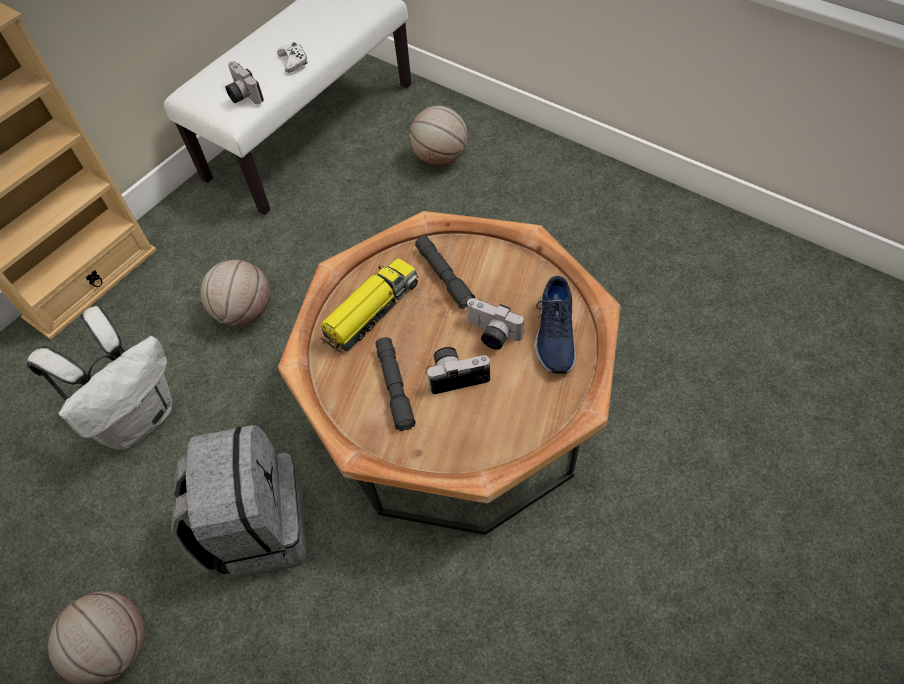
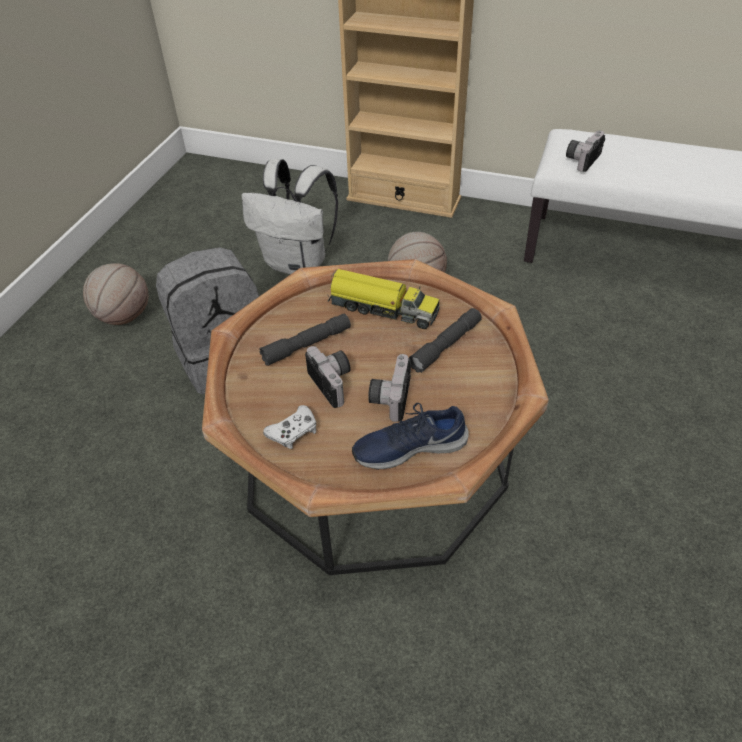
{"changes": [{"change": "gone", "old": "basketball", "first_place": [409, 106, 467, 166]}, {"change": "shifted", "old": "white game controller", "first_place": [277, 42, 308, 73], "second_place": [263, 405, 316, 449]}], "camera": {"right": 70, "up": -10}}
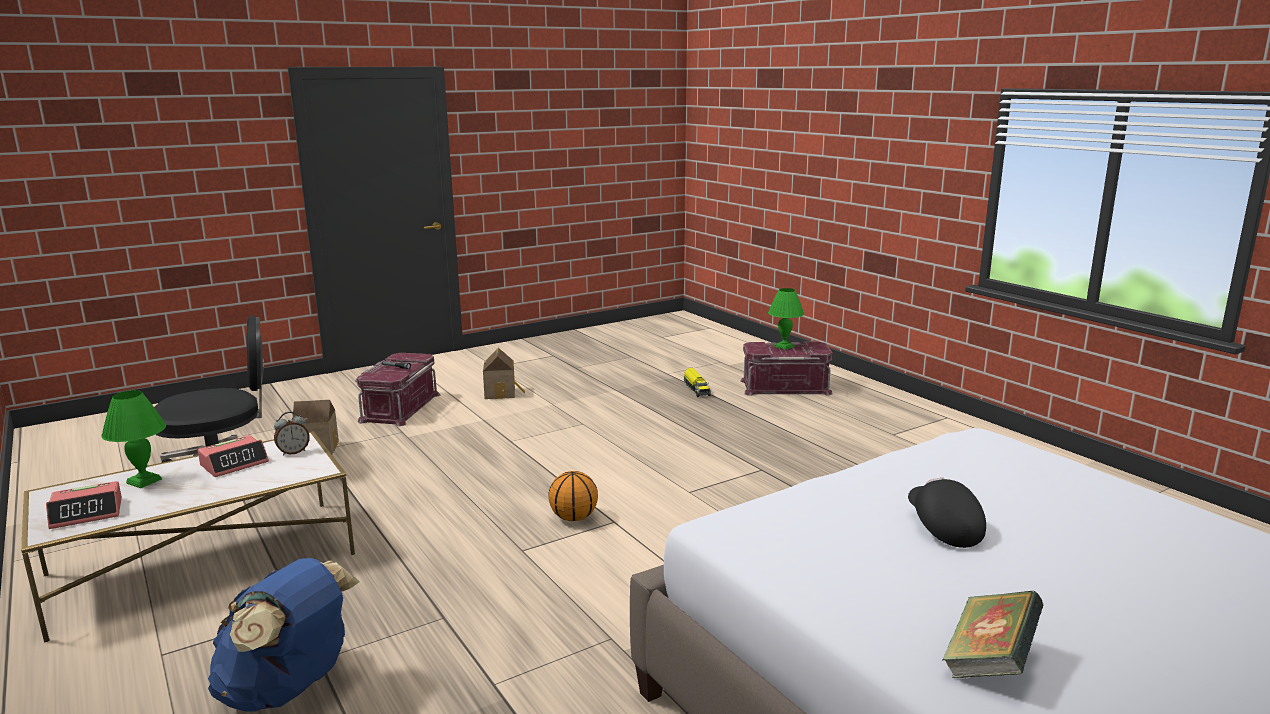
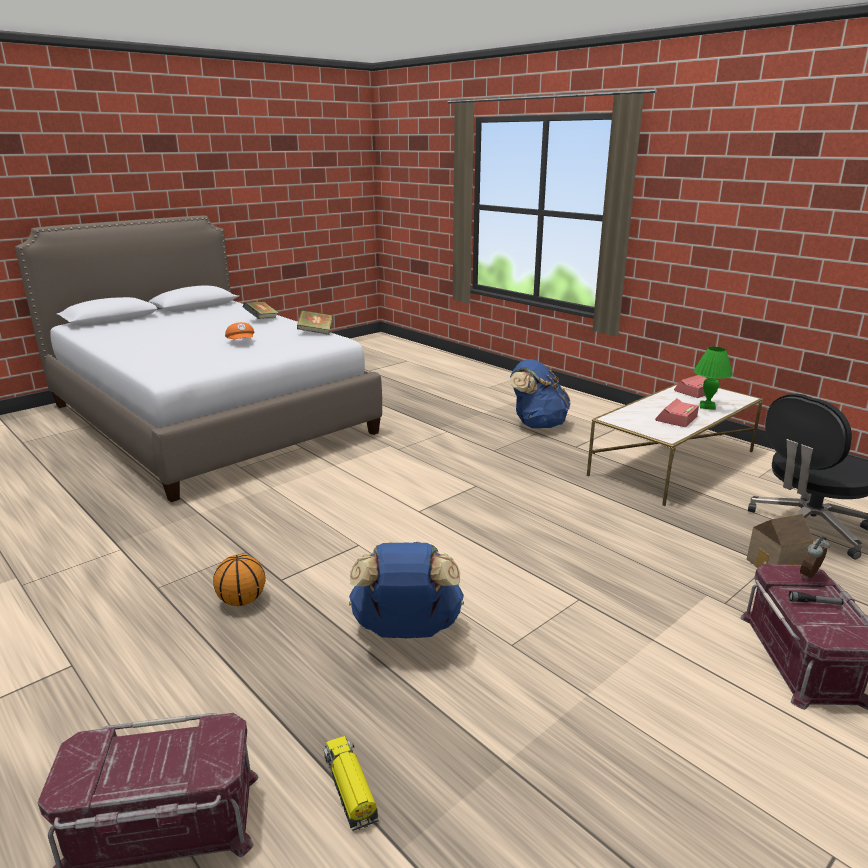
{"changes": [{"change": "gone", "old": "toy house", "first_place": [483, 348, 525, 399]}, {"change": "gone", "old": "green table lamp", "first_place": [768, 288, 804, 350]}, {"change": "new", "new": "book", "second_place": [297, 310, 333, 335]}, {"change": "new", "new": "blue backpack", "second_place": [349, 542, 464, 638]}, {"change": "shifted", "old": "alarm clock", "first_place": [274, 412, 310, 456], "second_place": [800, 536, 830, 579]}, {"change": "shifted", "old": "basketball", "first_place": [548, 471, 598, 521], "second_place": [213, 554, 265, 606]}, {"change": "repainted", "old": "black cap", "new": "orange cap", "first_place": [908, 477, 986, 548], "second_place": [225, 322, 254, 339]}], "camera": {"right": 170, "up": 5}}
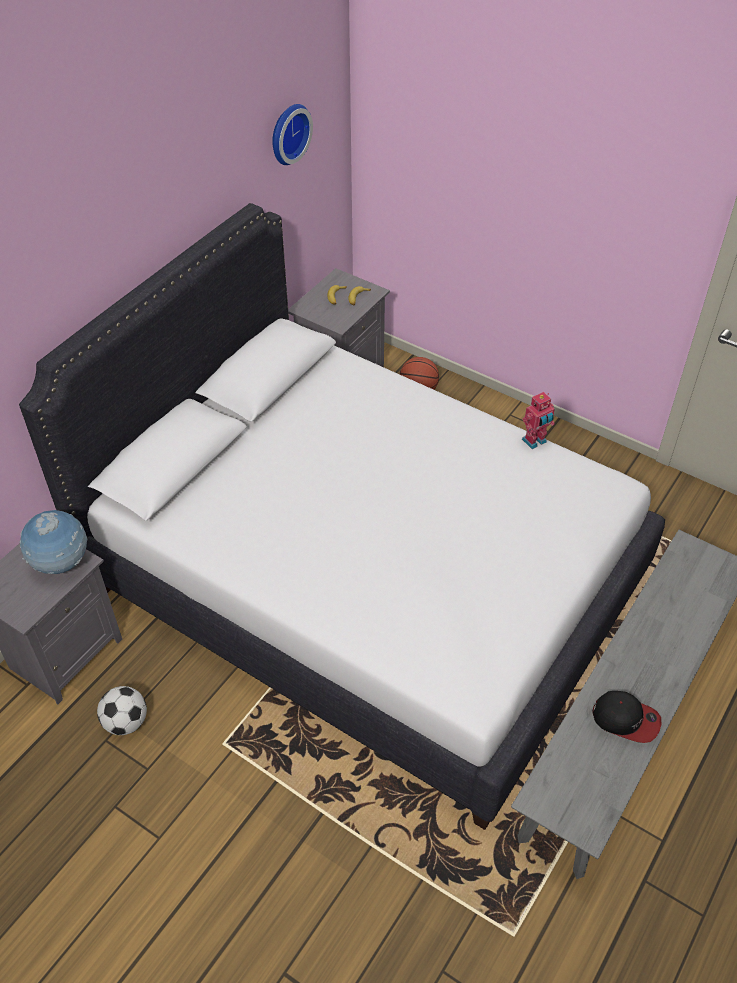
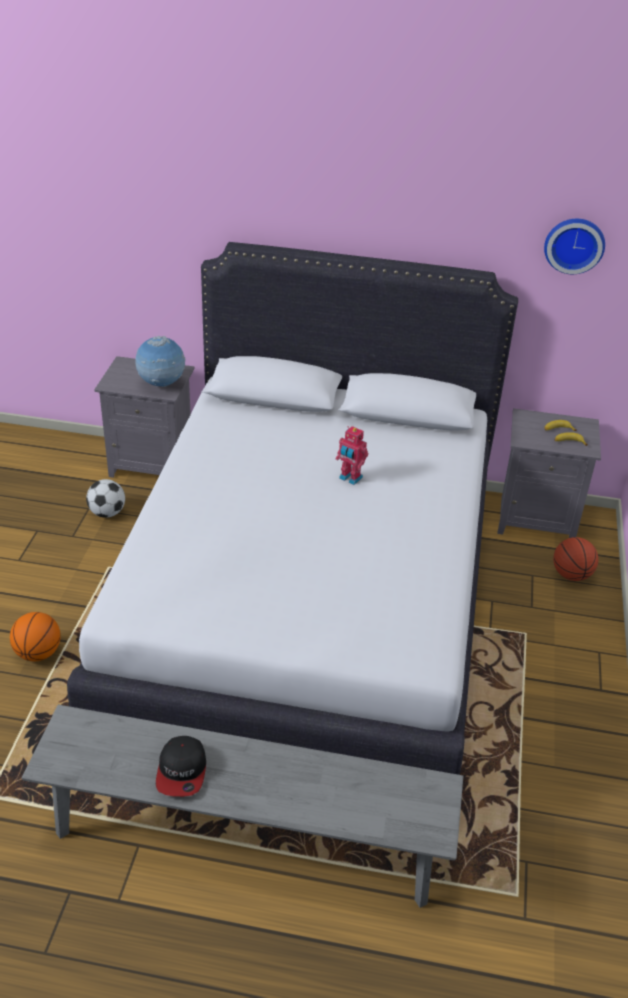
{"changes": [{"change": "new", "new": "basketball", "second_place": [10, 612, 61, 661]}, {"change": "shifted", "old": "toy robot", "first_place": [522, 392, 555, 449], "second_place": [336, 426, 368, 485]}], "camera": {"right": 65, "up": -10}}
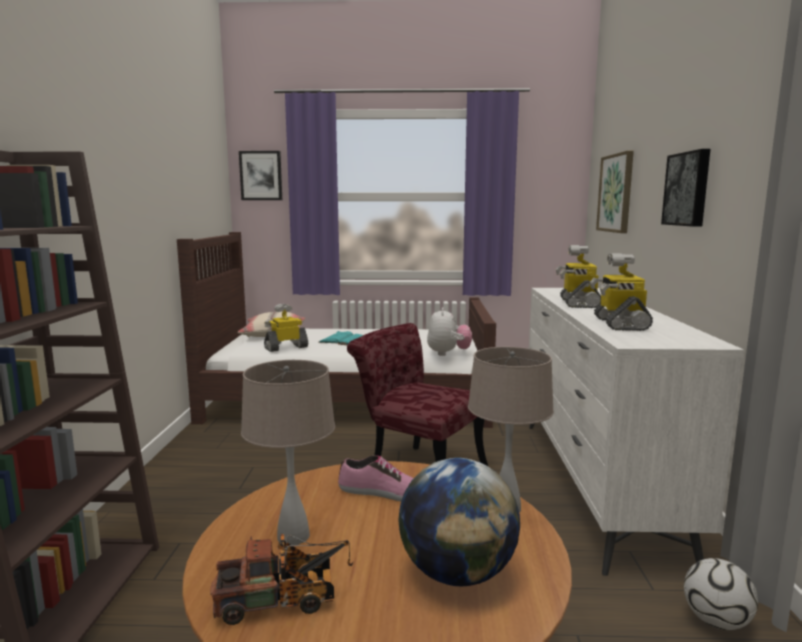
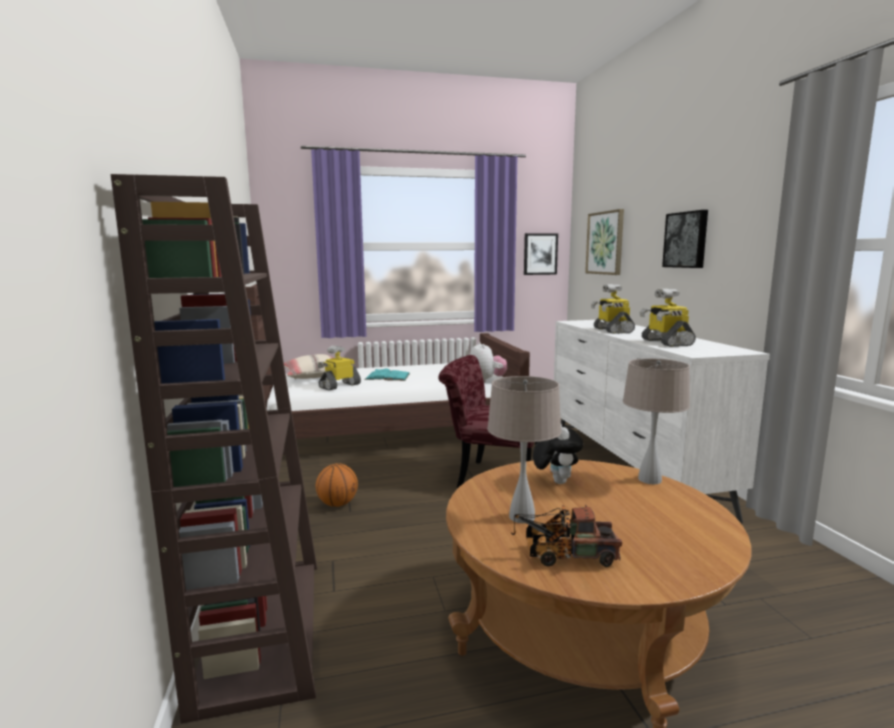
{"changes": [{"change": "gone", "old": "globe", "first_place": [398, 458, 520, 587]}, {"change": "gone", "old": "football", "first_place": [684, 558, 758, 630]}, {"change": "new", "new": "basketball", "second_place": [316, 464, 358, 507]}, {"change": "shifted", "old": "picture", "first_place": [239, 151, 282, 200], "second_place": [524, 233, 558, 275]}, {"change": "swapped", "old": "shoe", "new": "plush toy", "first_place": [338, 455, 413, 502], "second_place": [533, 424, 583, 484]}, {"change": "rotated", "old": "toy truck", "first_place": [210, 534, 353, 625], "second_place": [511, 505, 622, 567], "degrees": -150}], "camera": {"right": -15, "up": 0}}
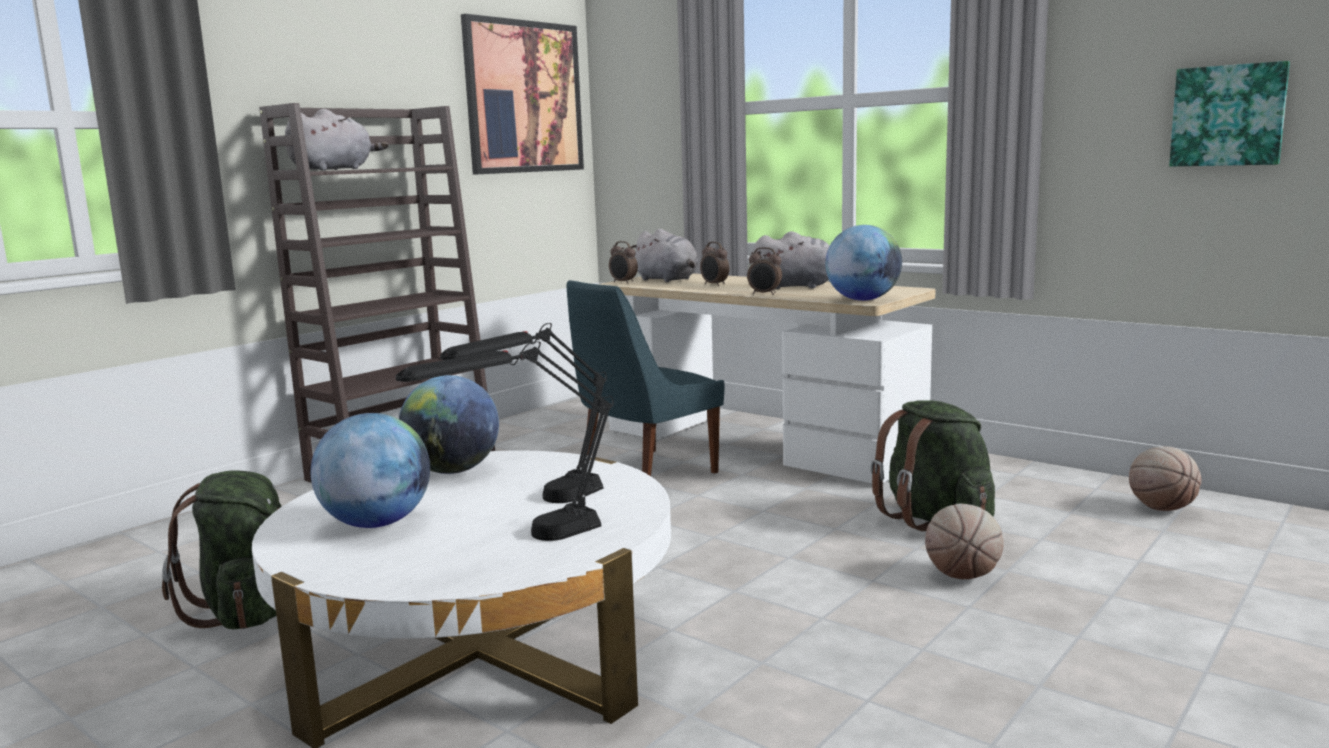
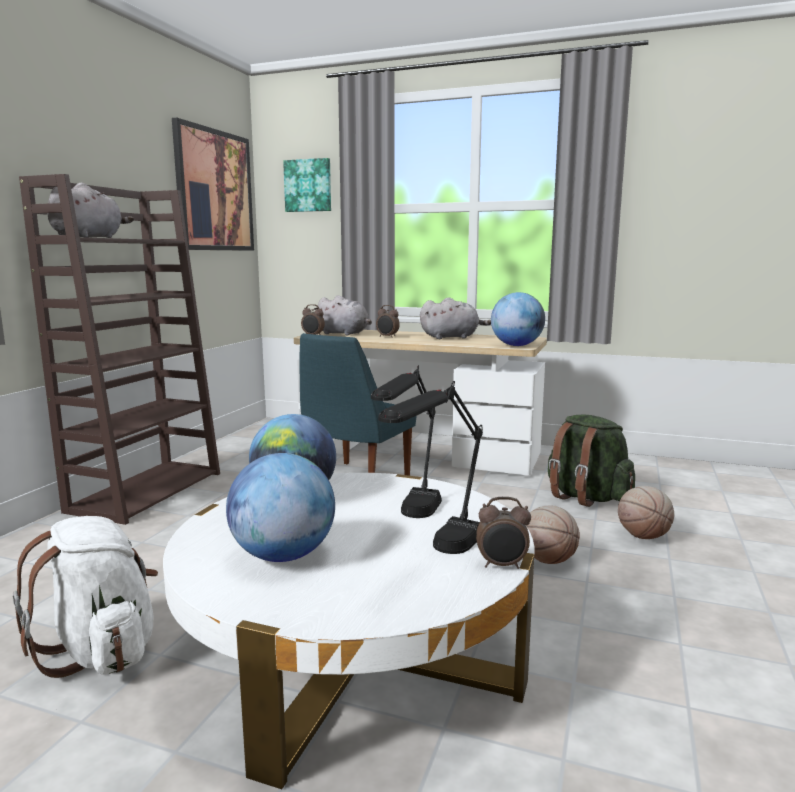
{"changes": [{"change": "shifted", "old": "alarm clock", "first_place": [747, 247, 782, 295], "second_place": [476, 497, 531, 569]}, {"change": "shifted", "old": "basketball", "first_place": [1129, 446, 1202, 511], "second_place": [526, 505, 580, 564]}, {"change": "shifted", "old": "picture", "first_place": [1169, 61, 1290, 166], "second_place": [283, 158, 331, 212]}, {"change": "repainted", "old": "green backpack", "new": "white backpack", "first_place": [162, 470, 282, 629], "second_place": [13, 516, 158, 678]}], "camera": {"right": -20, "up": 0}}
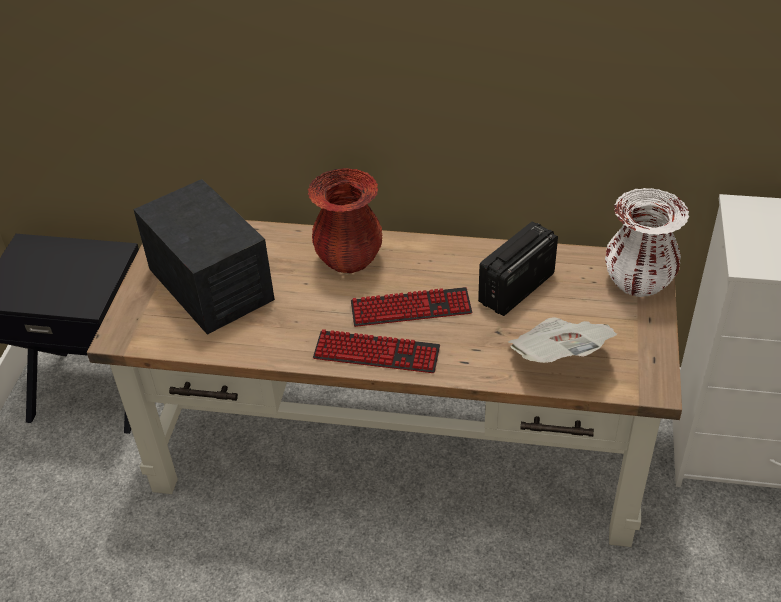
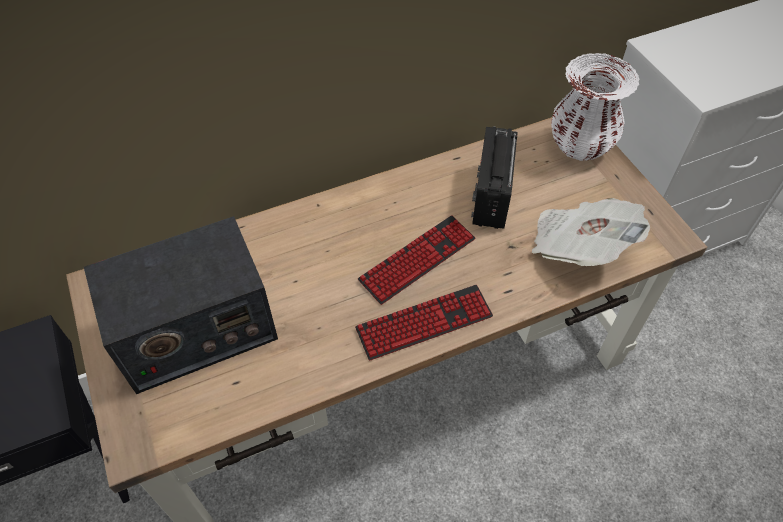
{"changes": [{"change": "gone", "old": "red vase", "first_place": [308, 168, 382, 273]}, {"change": "rotated", "old": "radio", "first_place": [133, 179, 275, 335], "second_place": [84, 216, 278, 394], "degrees": 135}], "camera": {"right": -35, "up": 10}}
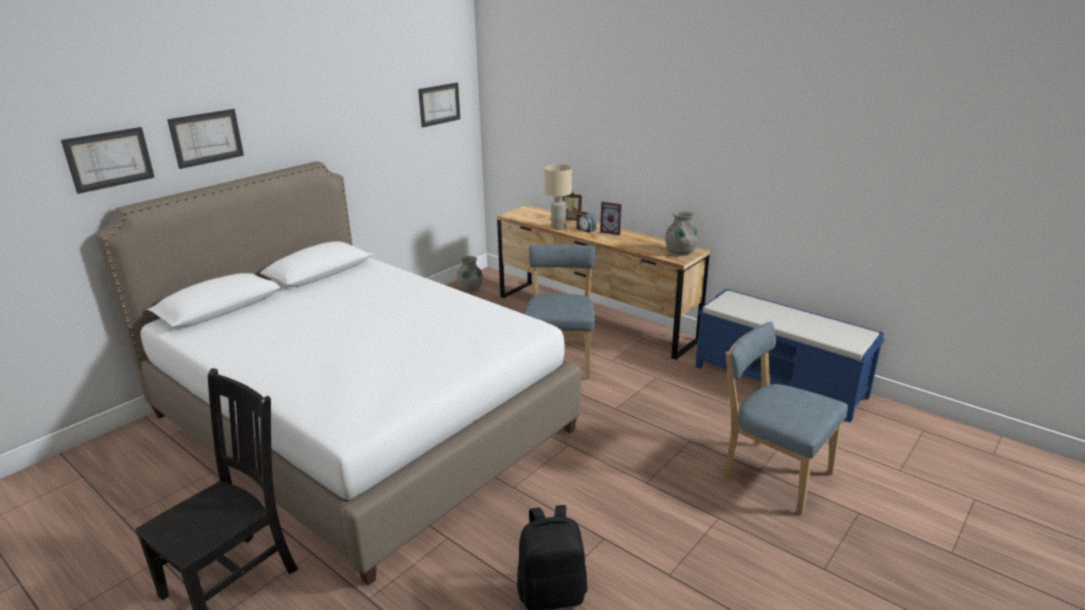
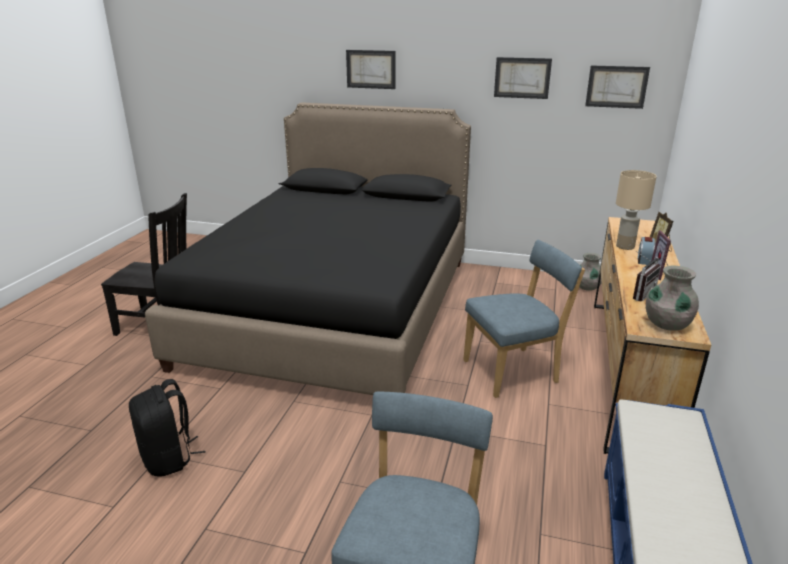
{"changes": [{"change": "new", "new": "radio", "second_place": [633, 251, 661, 301]}, {"change": "shifted", "old": "picture", "first_place": [61, 127, 155, 194], "second_place": [494, 57, 552, 99]}, {"change": "repainted", "old": "white bed", "new": "black bed", "first_place": [95, 161, 581, 586], "second_place": [145, 102, 471, 395]}], "camera": {"right": 65, "up": 0}}
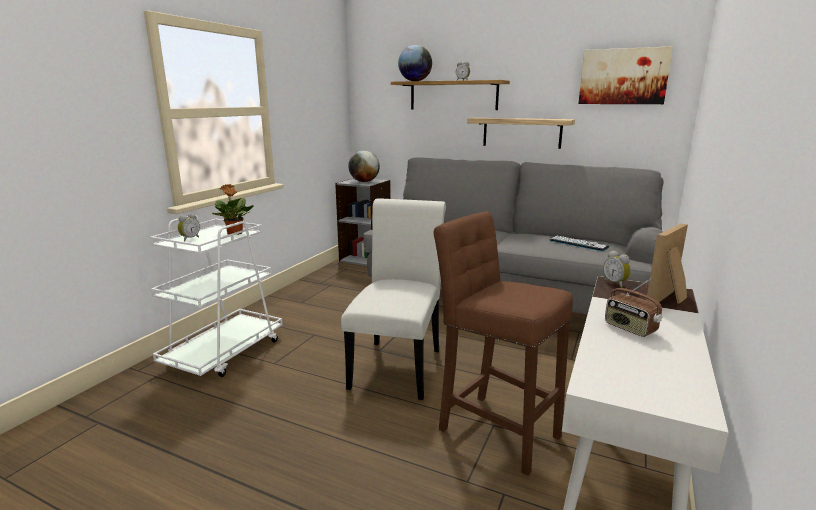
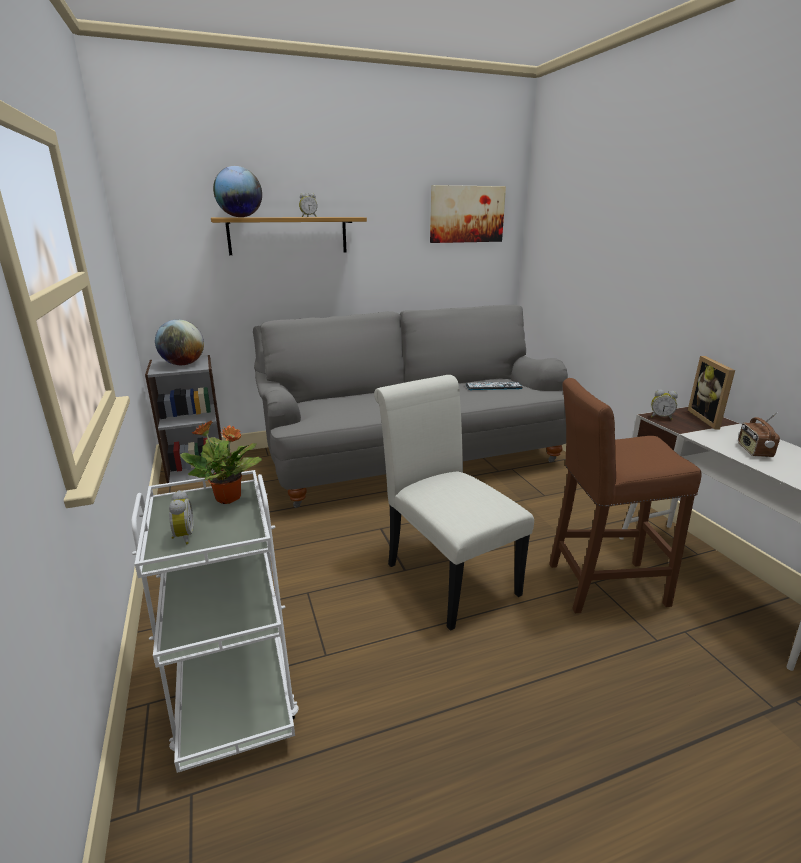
{"changes": [{"change": "gone", "old": "shelf", "first_place": [467, 118, 575, 149]}, {"change": "rotated", "old": "radio", "first_place": [605, 278, 662, 337], "second_place": [738, 412, 780, 457], "degrees": 90}], "camera": {"right": -45, "up": 5}}
